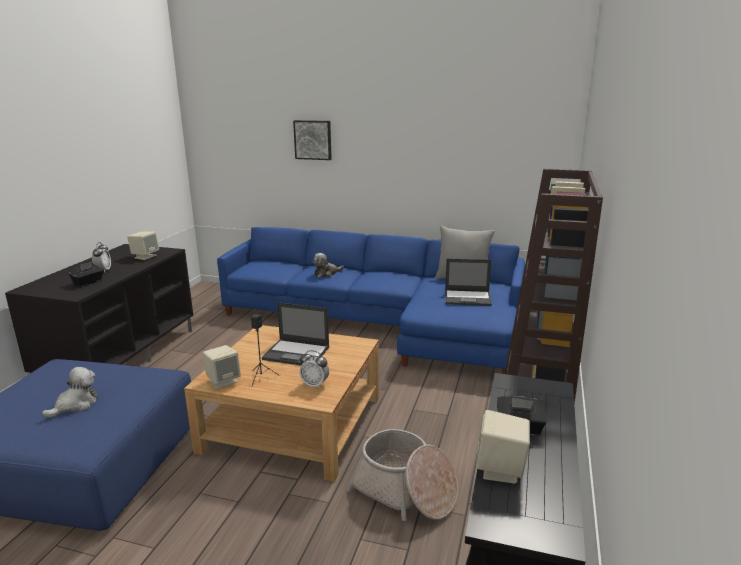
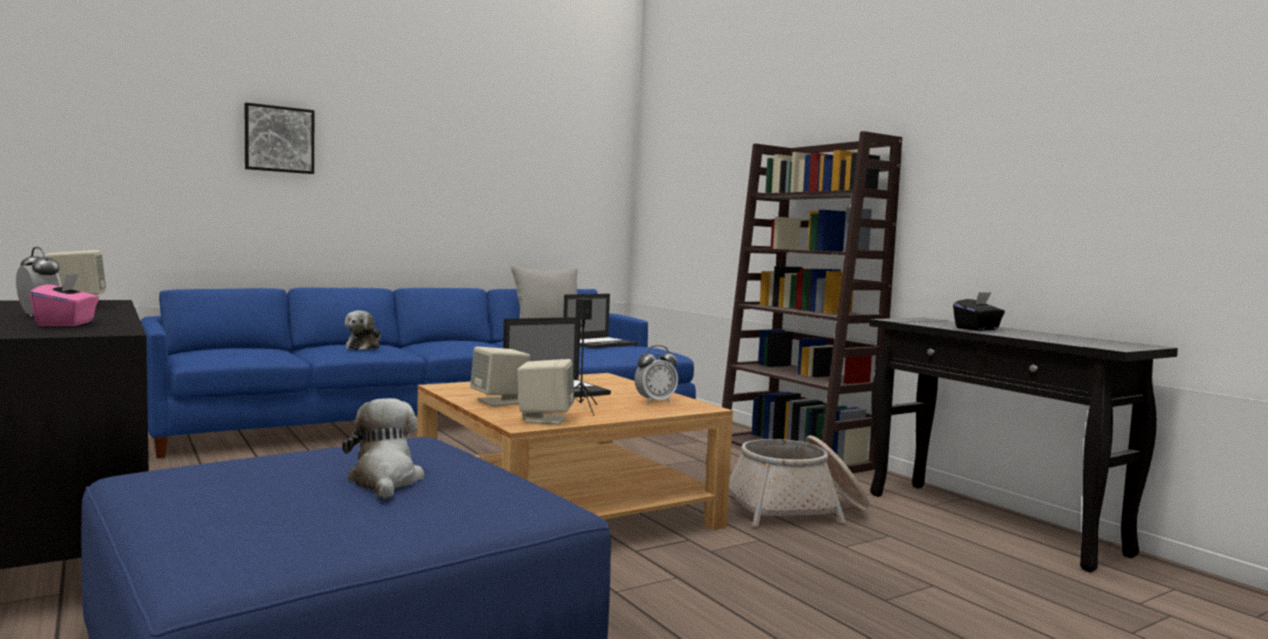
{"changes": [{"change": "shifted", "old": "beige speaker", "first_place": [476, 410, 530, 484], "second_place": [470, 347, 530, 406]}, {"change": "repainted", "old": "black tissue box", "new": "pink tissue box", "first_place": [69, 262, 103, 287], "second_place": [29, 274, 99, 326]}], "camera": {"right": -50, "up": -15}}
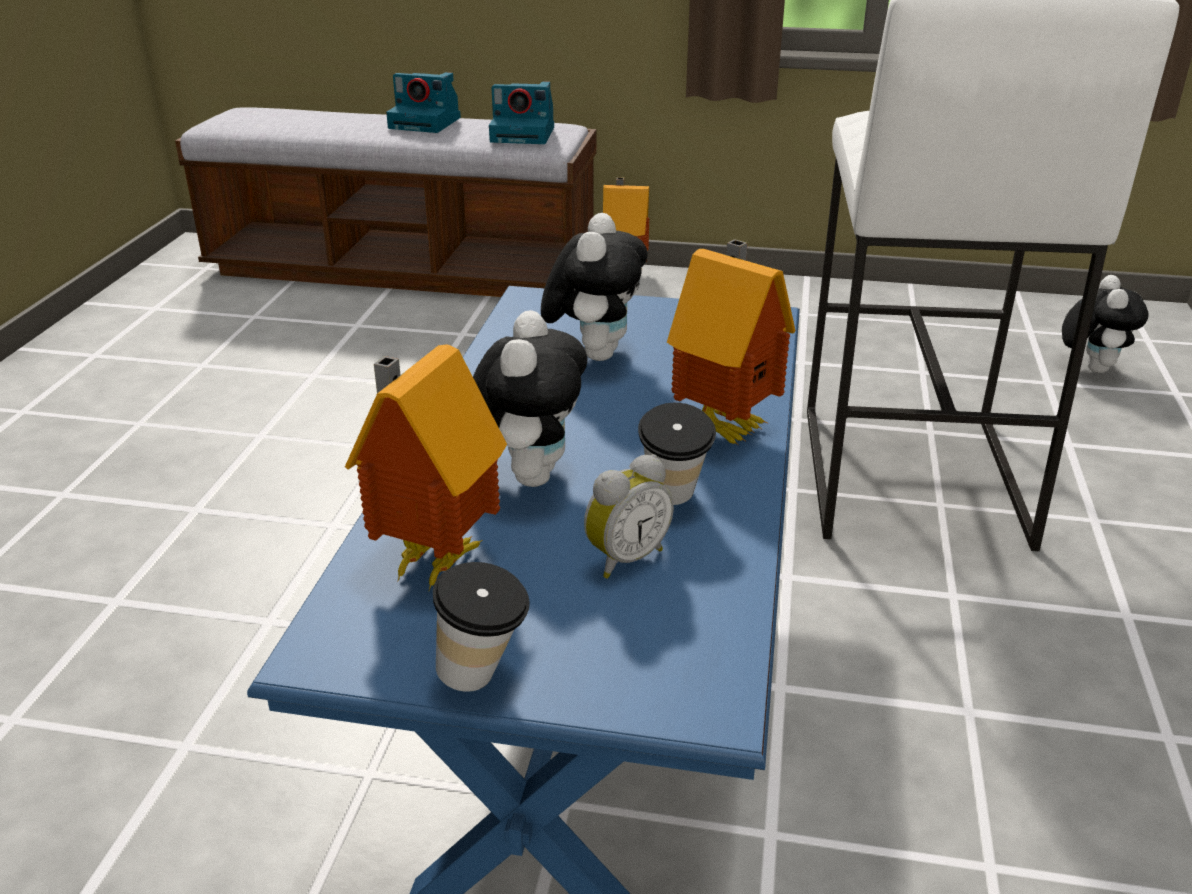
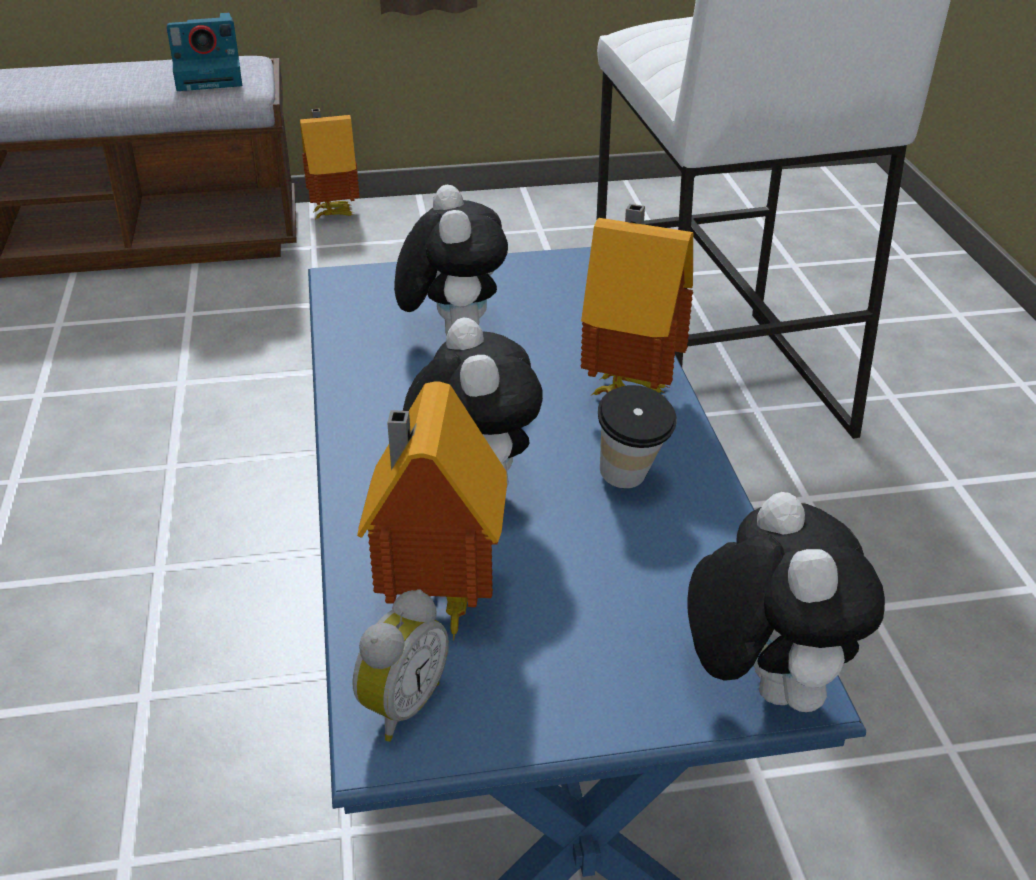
{"changes": [{"change": "gone", "old": "photo camera", "first_place": [386, 72, 461, 133]}, {"change": "gone", "old": "cup", "first_place": [433, 562, 530, 692]}, {"change": "shifted", "old": "alarm clock", "first_place": [584, 454, 674, 579], "second_place": [352, 589, 449, 742]}, {"change": "shifted", "old": "plush toy", "first_place": [1062, 275, 1149, 373], "second_place": [687, 492, 885, 712]}], "camera": {"right": -20, "up": 5}}
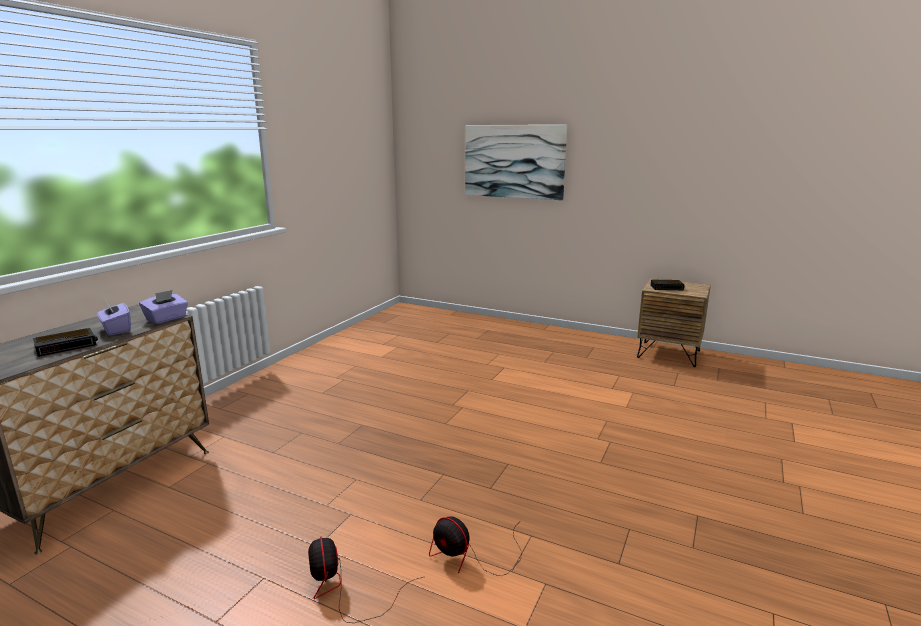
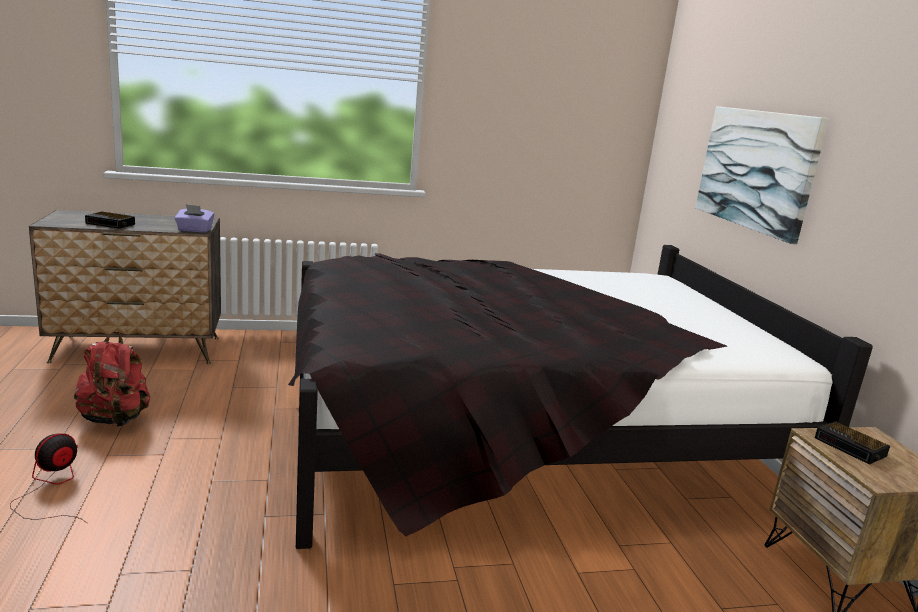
{"changes": [{"change": "gone", "old": "purple tissue box", "first_place": [97, 299, 131, 336]}, {"change": "gone", "old": "fan", "first_place": [429, 517, 522, 576]}, {"change": "new", "new": "red backpack", "second_place": [74, 331, 150, 427]}, {"change": "new", "new": "black bed", "second_place": [288, 245, 873, 549]}], "camera": {"right": 50, "up": 0}}
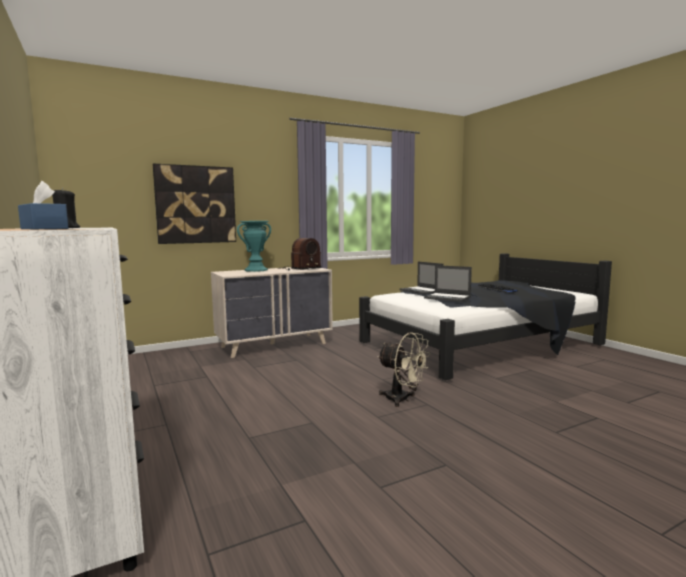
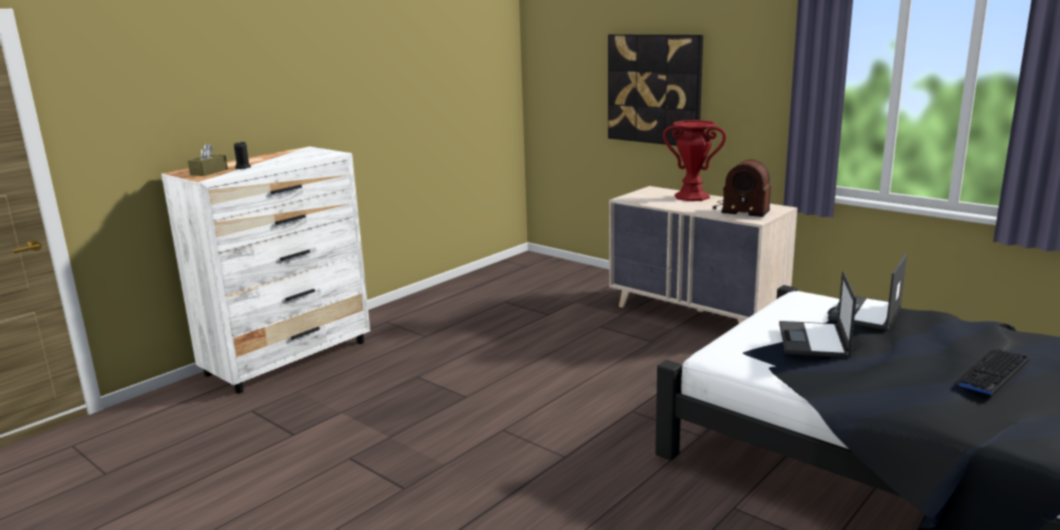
{"changes": [{"change": "gone", "old": "beige fan", "first_place": [378, 332, 430, 407]}, {"change": "repainted", "old": "blue tissue box", "new": "brown tissue box", "first_place": [18, 181, 69, 229], "second_place": [188, 144, 228, 176]}, {"change": "repainted", "old": "turquoise vase", "new": "red vase", "first_place": [237, 221, 271, 272], "second_place": [663, 120, 726, 201]}], "camera": {"right": 70, "up": 10}}
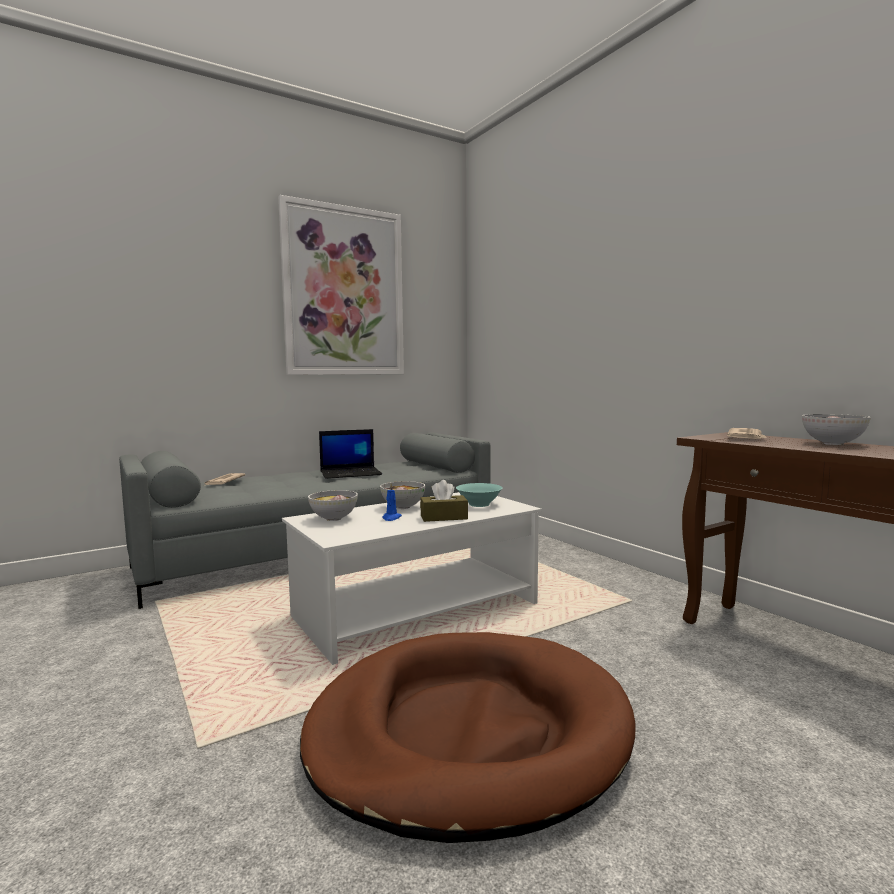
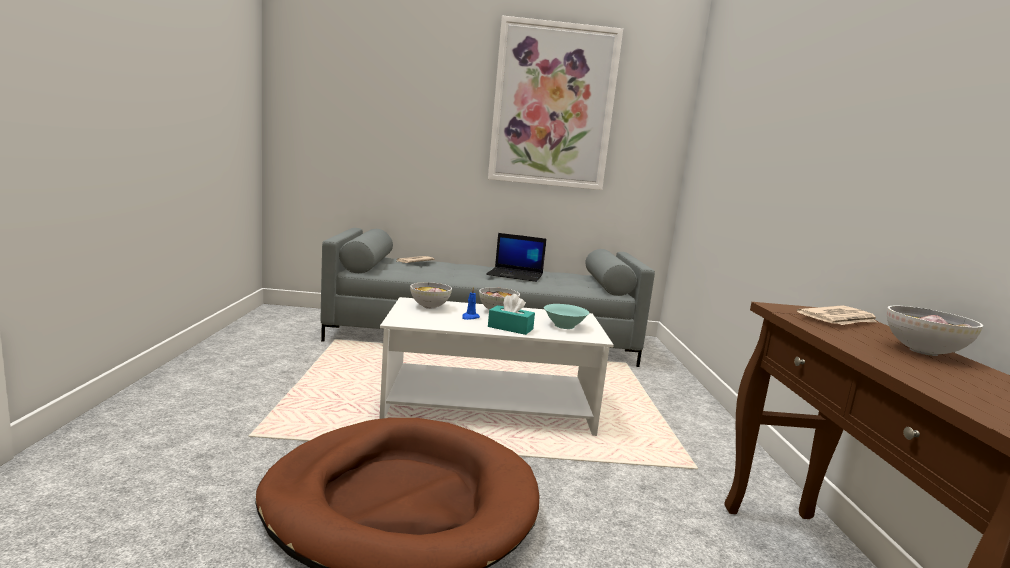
{"changes": [{"change": "repainted", "old": "brown tissue box", "new": "turquoise tissue box", "first_place": [420, 480, 468, 522], "second_place": [488, 294, 535, 335]}], "camera": {"right": 30, "up": 5}}
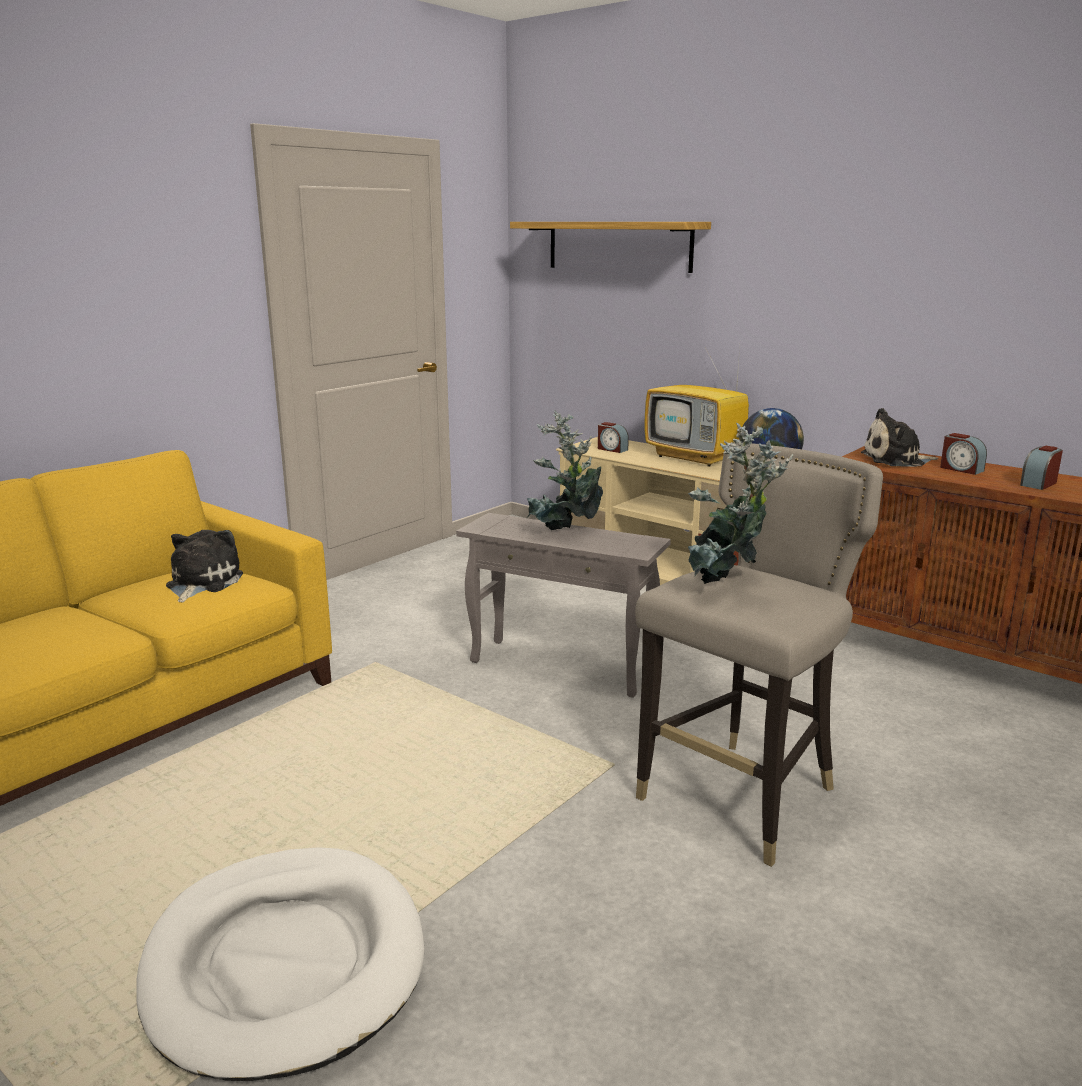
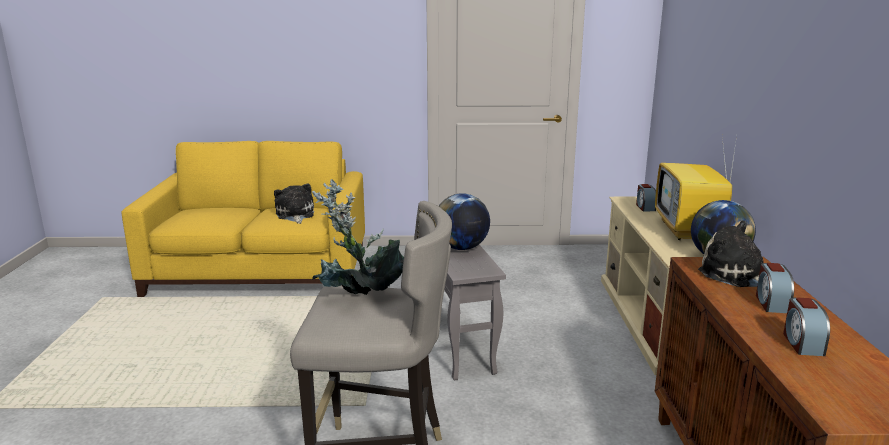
{"changes": [{"change": "gone", "old": "white dog bed", "first_place": [136, 847, 425, 1081]}, {"change": "gone", "old": "shelf", "first_place": [510, 222, 711, 273]}, {"change": "swapped", "old": "potted plant", "new": "globe", "first_place": [527, 410, 603, 530], "second_place": [439, 193, 490, 250]}, {"change": "rotated", "old": "plush toy", "first_place": [166, 530, 243, 602], "second_place": [274, 184, 314, 224], "degrees": -75}, {"change": "rotated", "old": "alarm clock", "first_place": [1020, 446, 1063, 490], "second_place": [783, 298, 830, 356], "degrees": -90}], "camera": {"right": 50, "up": 0}}
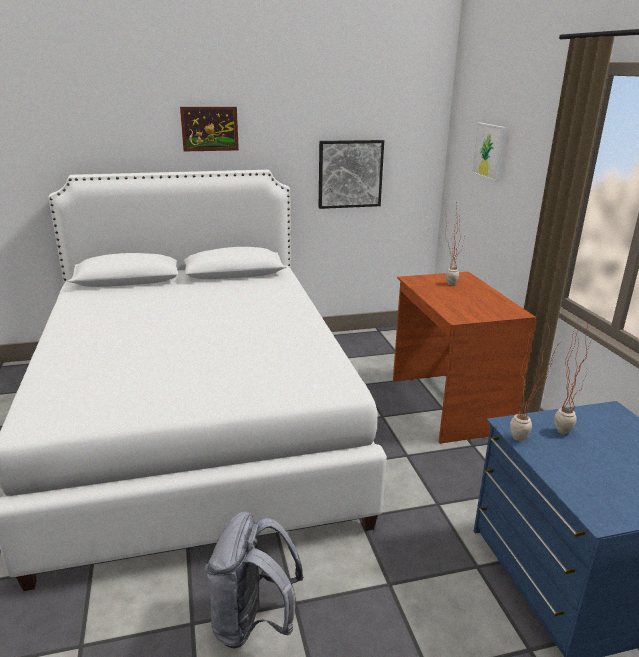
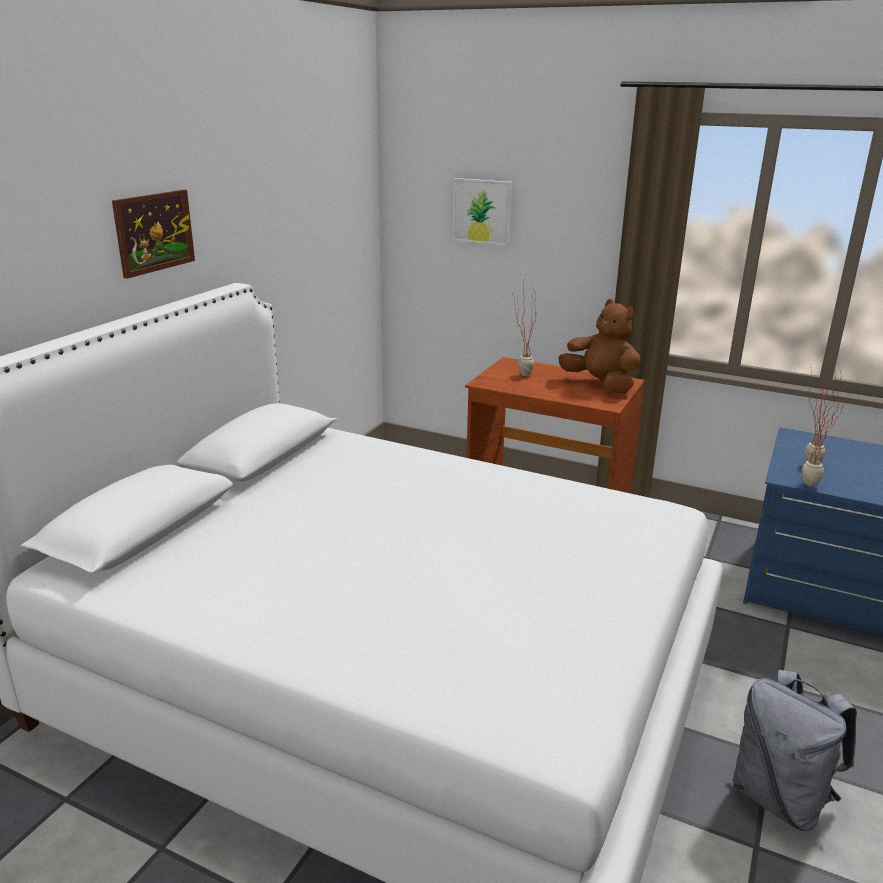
{"changes": [{"change": "gone", "old": "picture", "first_place": [319, 140, 384, 209]}, {"change": "new", "new": "brown plush toy", "second_place": [558, 299, 640, 393]}], "camera": {"right": -50, "up": 0}}
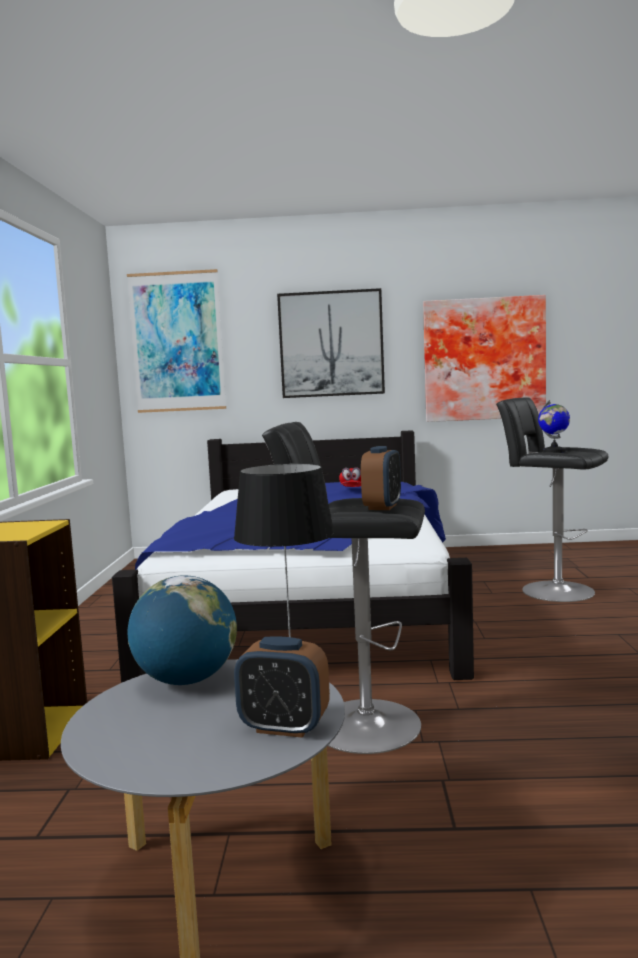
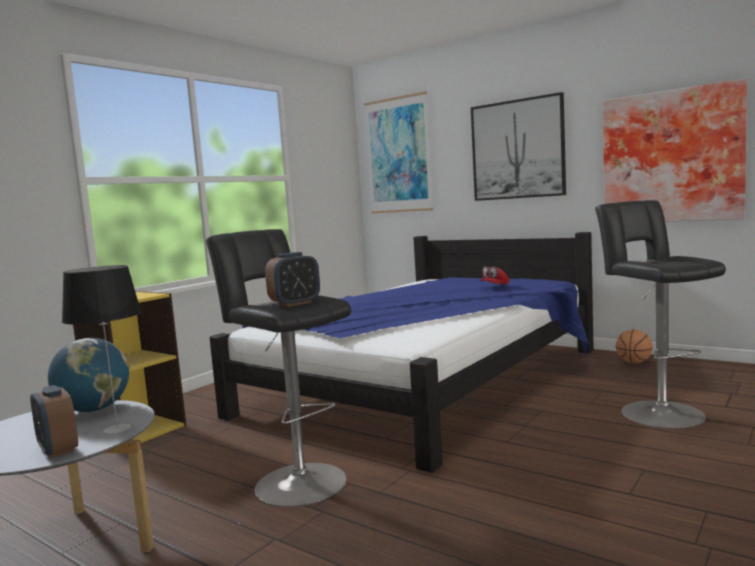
{"changes": [{"change": "gone", "old": "globe", "first_place": [538, 400, 570, 453]}, {"change": "new", "new": "basketball", "second_place": [616, 329, 653, 364]}], "camera": {"right": 35, "up": 0}}
